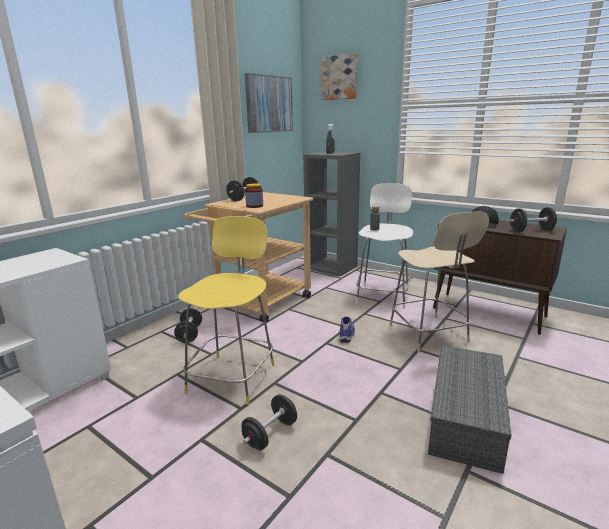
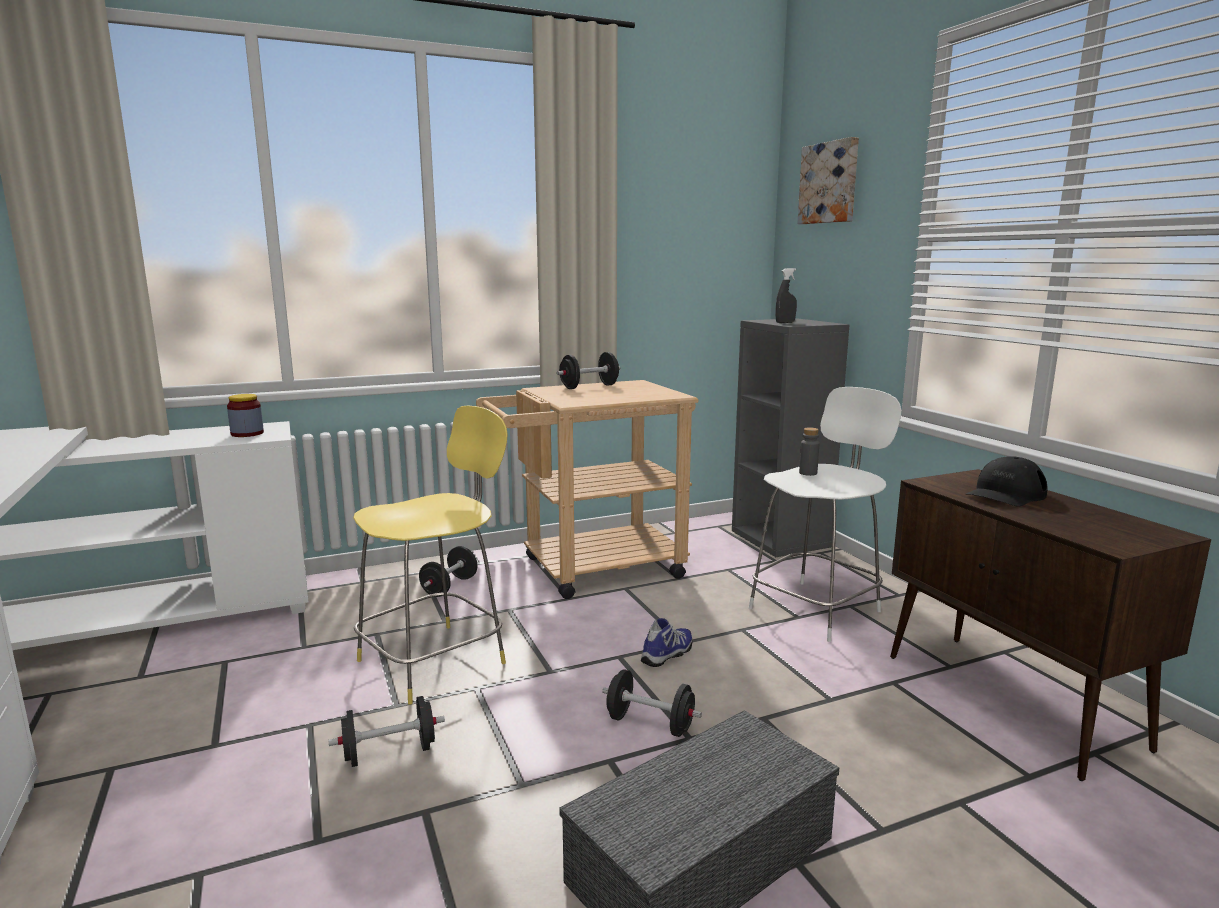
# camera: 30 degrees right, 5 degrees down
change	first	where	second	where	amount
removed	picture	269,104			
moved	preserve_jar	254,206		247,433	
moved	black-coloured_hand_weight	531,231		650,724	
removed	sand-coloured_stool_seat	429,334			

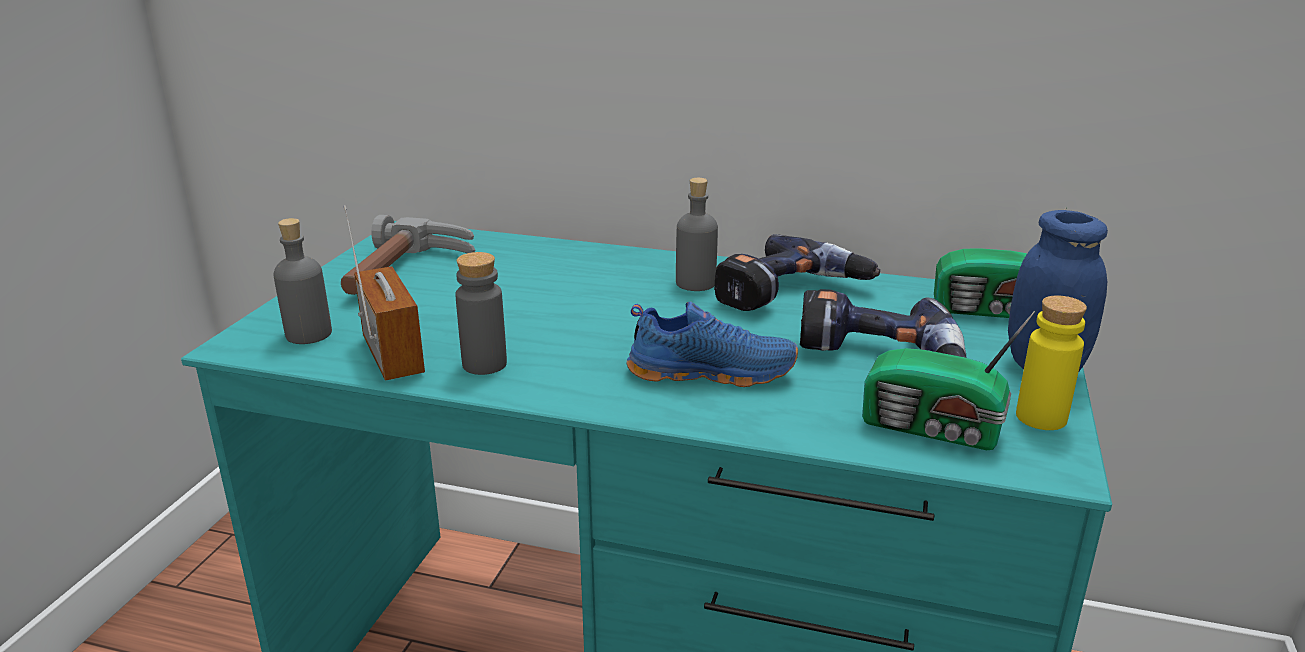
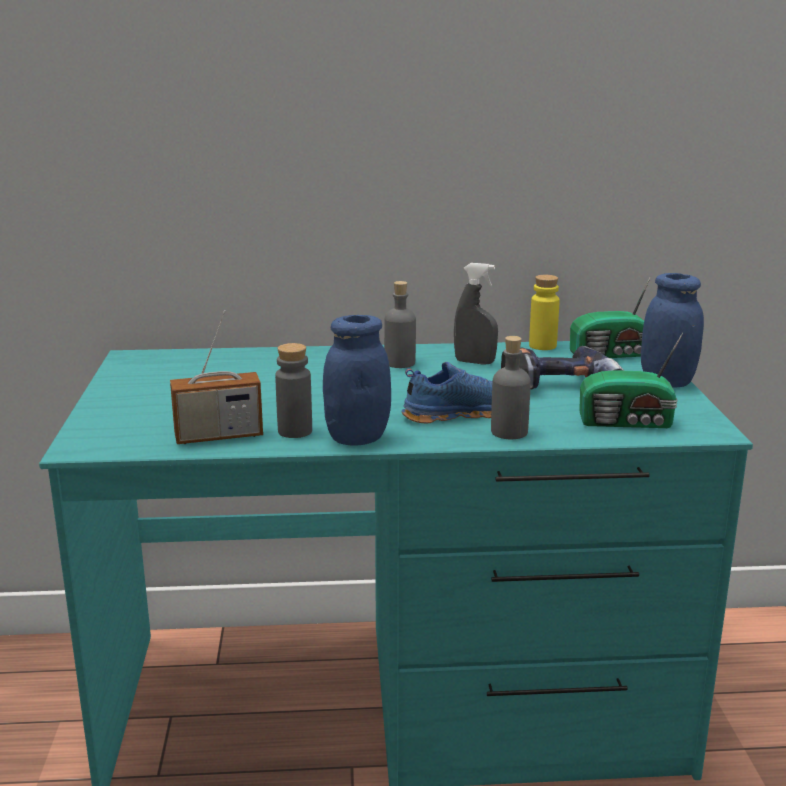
# camera: 20 degrees left, 5 degrees down
change	first	where	second	where	amount
turned	radio_set	393,356		218,436	120 degrees clockwise
removed	hammer	405,273			
moved	grey_drink_bottle	308,334		509,432	
replaced	drill	792,295	grey_hand_sprayer	474,362	
moved	yellow_drink_bottle	1041,417		542,346	
added			blue_preserve_jar	357,438	

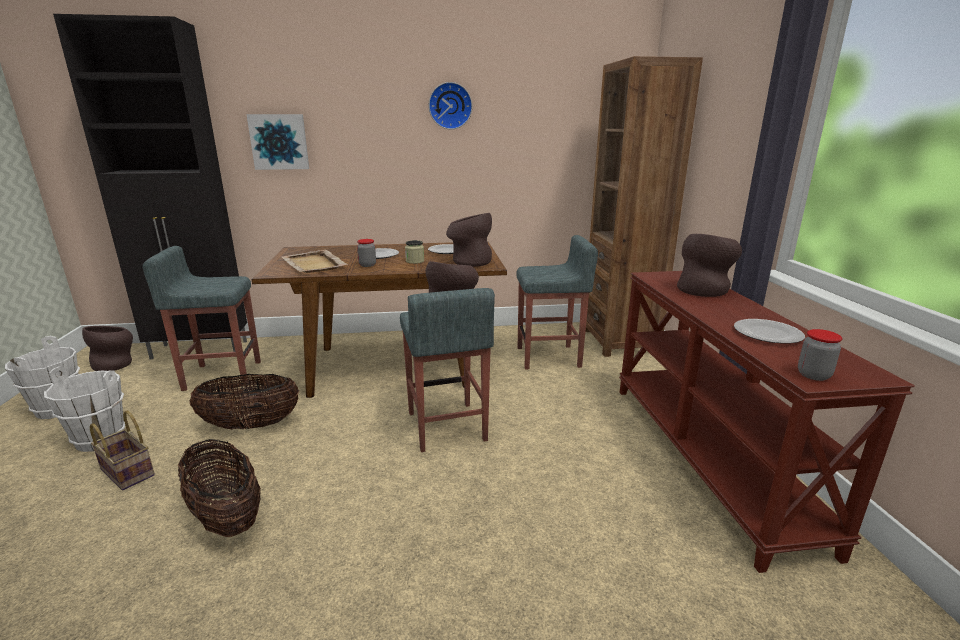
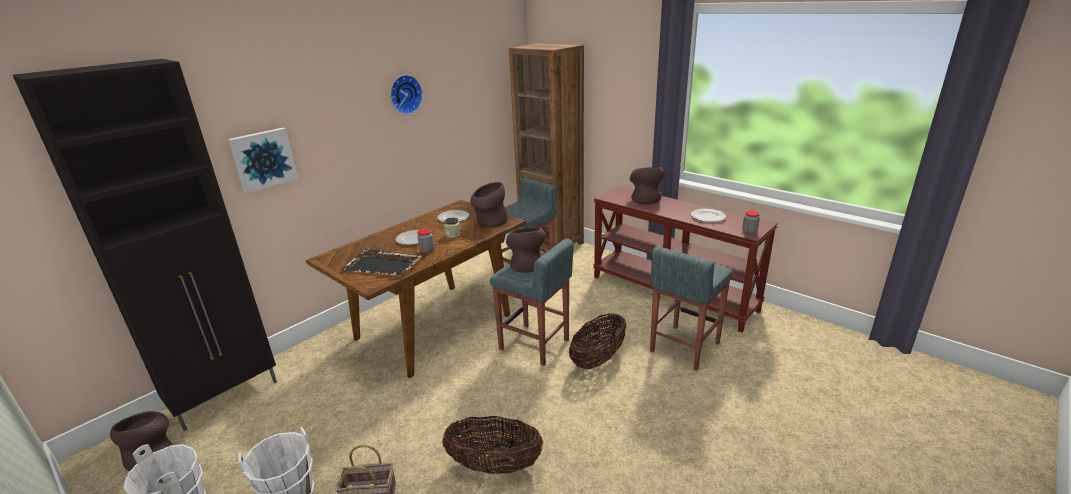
# camera: 40 degrees left, 5 degrees up
change	first	where	second	where	amount
moved	grey_stool_seat	221,375		684,347	
recoloured	sand-coloured_serving_tray	314,264	black-coloured_serving_tray	383,265	
moved	household_basket	251,425		598,359	

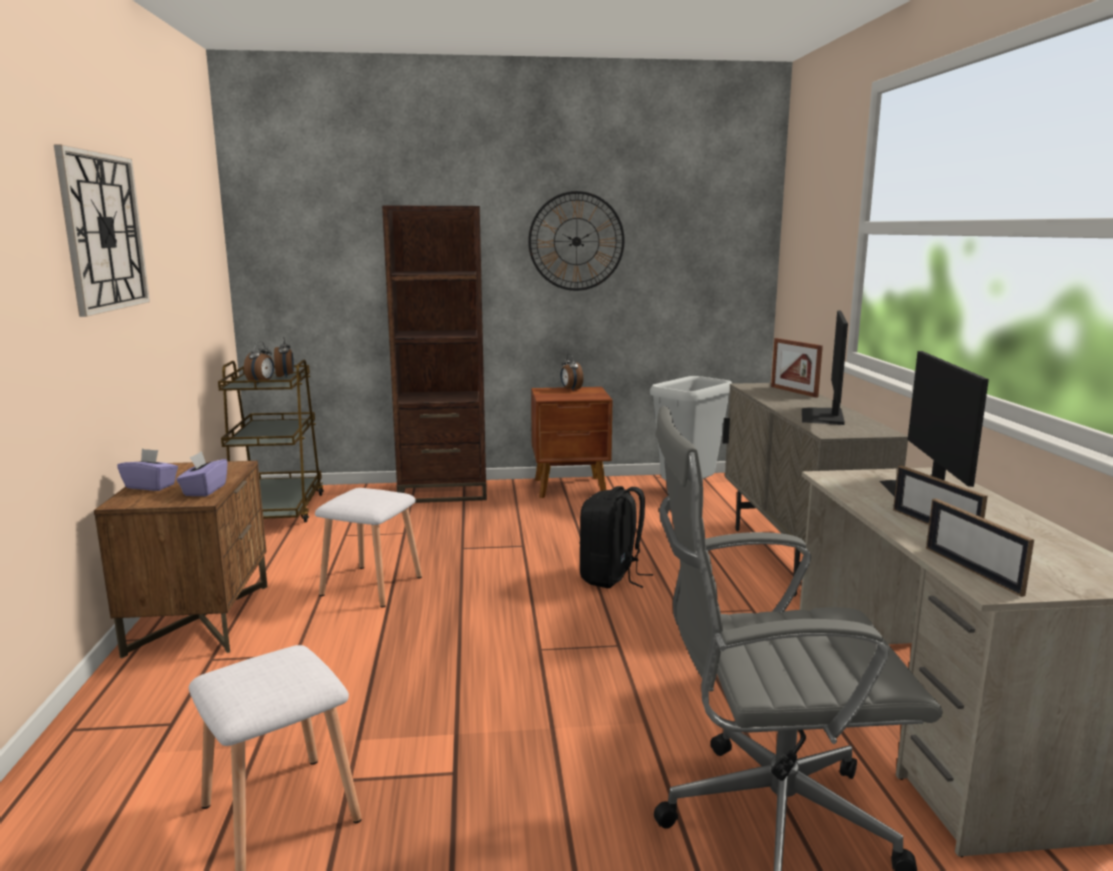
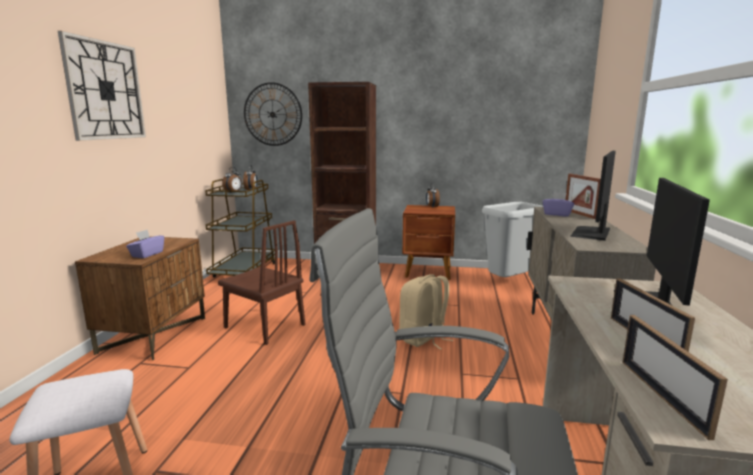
# camera: 15 degrees right, 0 degrees up
change	first	where	second	where	amount
moved	hanging_clock	576,241		272,114	
moved	purplish_box_of_tissues	151,486		557,214	
recoloured	black-coloured_backpack	611,577	sand-coloured_backpack	423,339	
replaced	white_stool_seat	371,586	brown-coloured_chair	264,326	

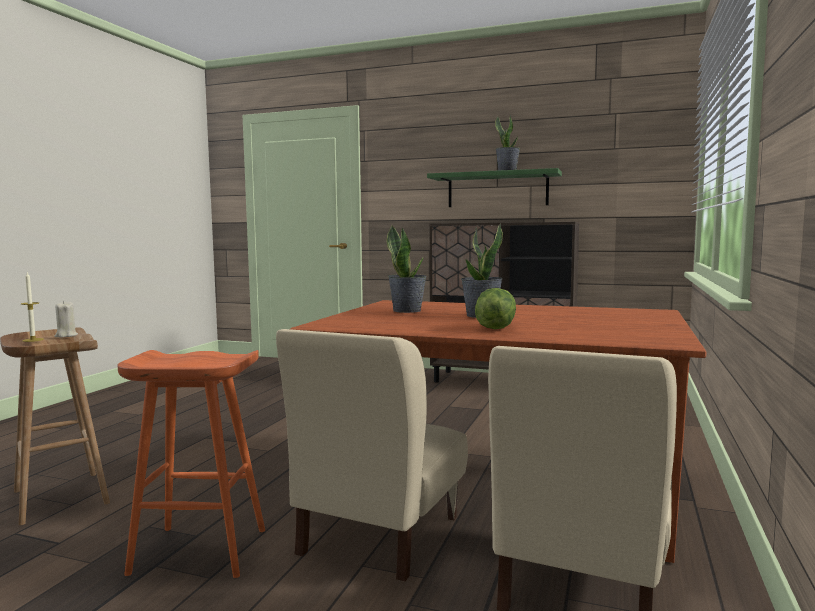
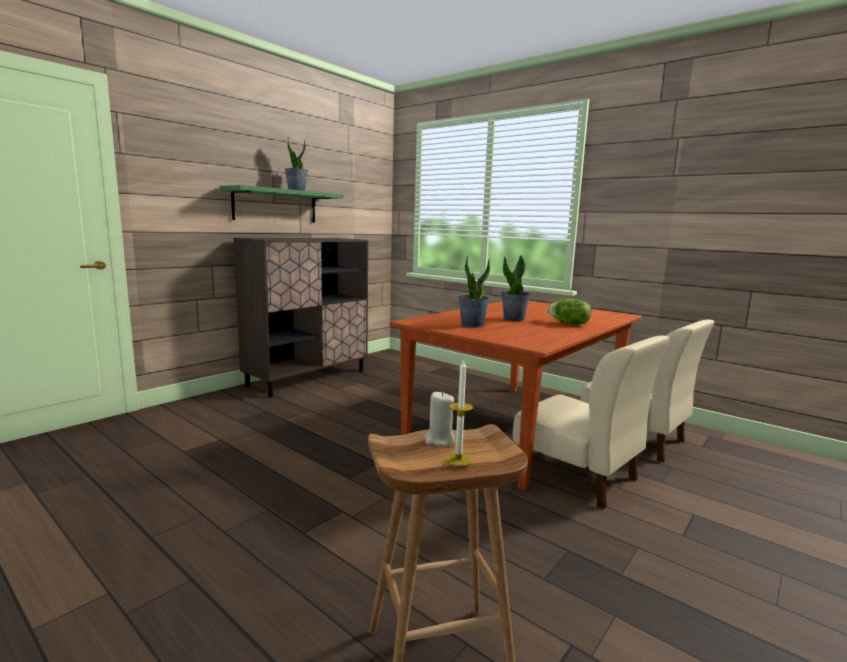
# camera: 70 degrees left, 5 degrees up
change	first	where	second	where	amount
removed	orangey_stool_seat	197,552			

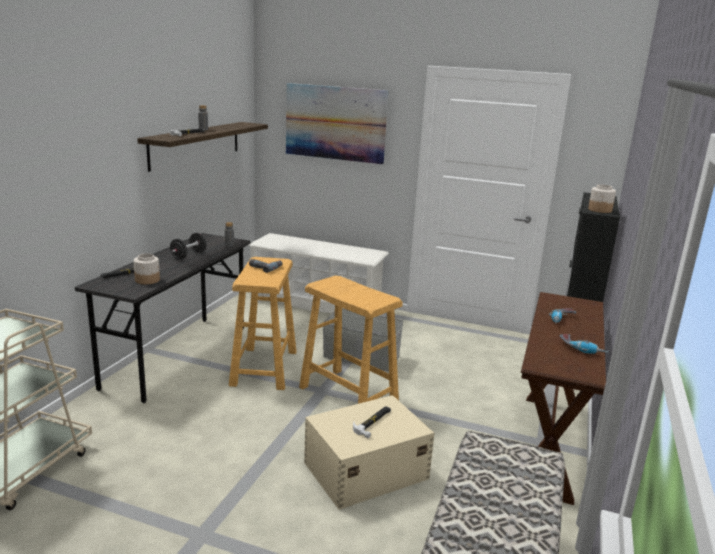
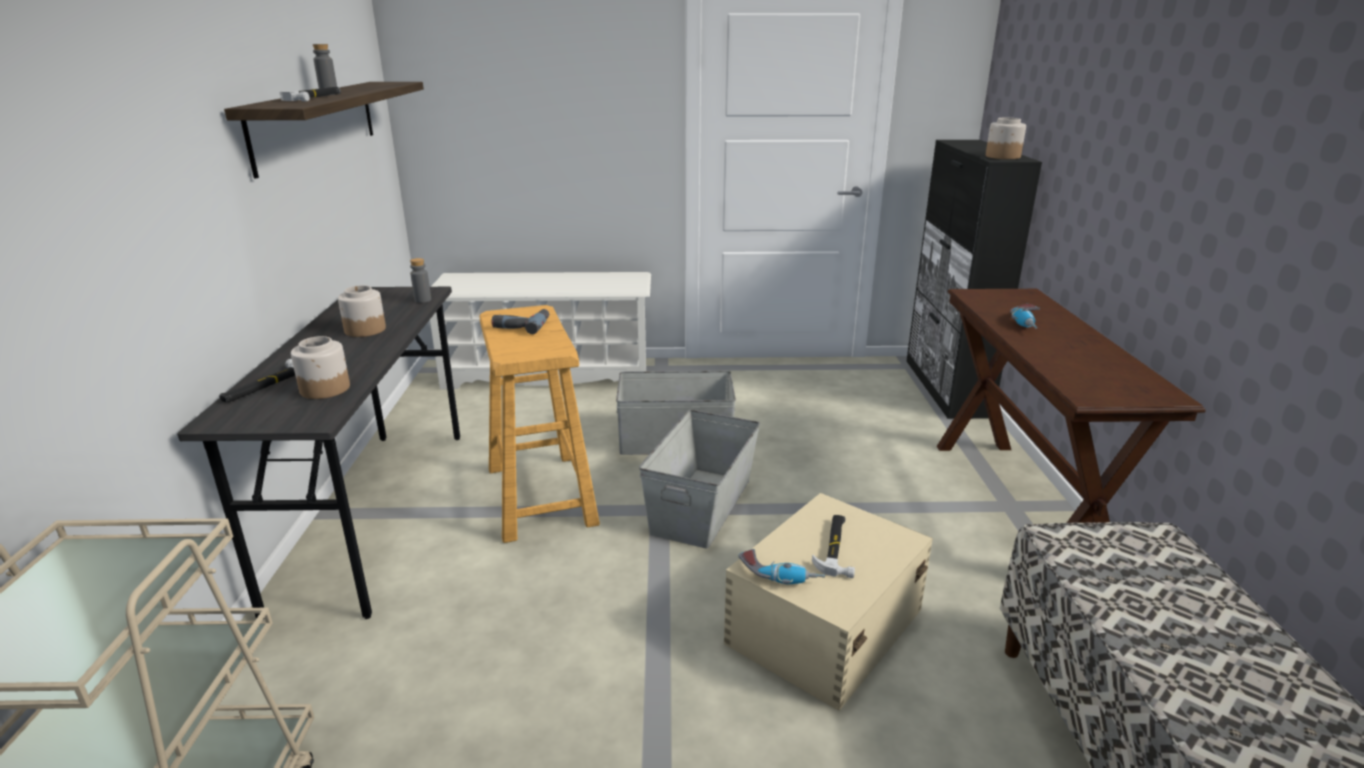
# camera: 20 degrees left, 5 degrees up
change	first	where	second	where	amount
removed	picture	335,123			
replaced	black-coloured_hand_weight	188,256	preserve_jar	365,330	
replaced	sand-coloured_stool_seat	348,394	grey_storage_container	702,505	
moved	drill	582,349		780,575	

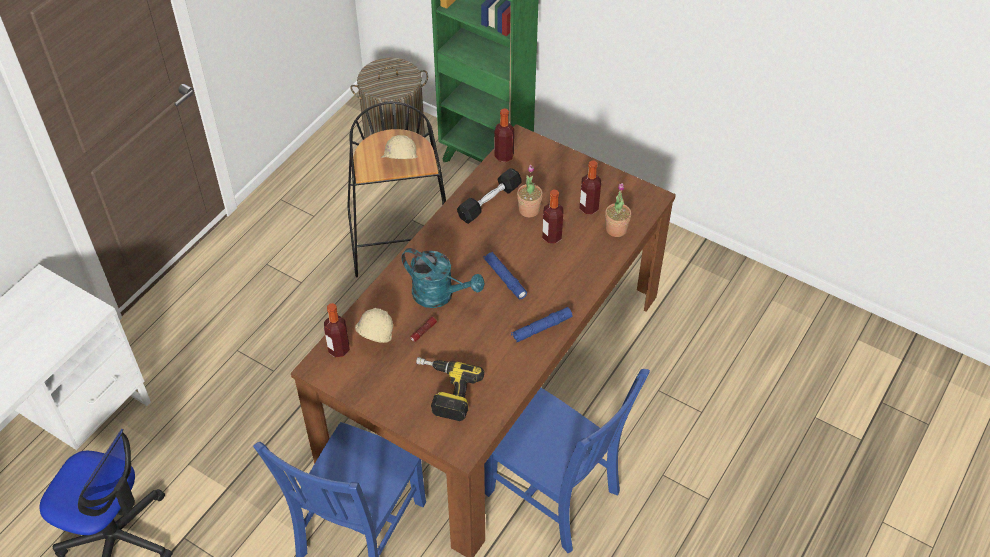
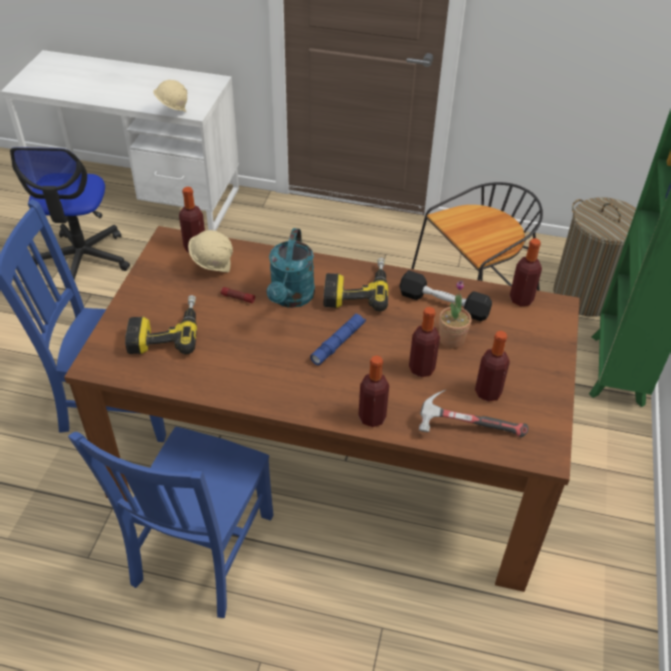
# camera: 70 degrees right, 5 degrees down
change	first	where	second	where	amount
moved	sand-coloured_safety_helmet	399,166		172,113	
replaced	potted_plant	616,229	hammer	468,427	
removed	blue_hand_torch	541,328			
added			drill	356,290	
added			drink_bottle	372,417	

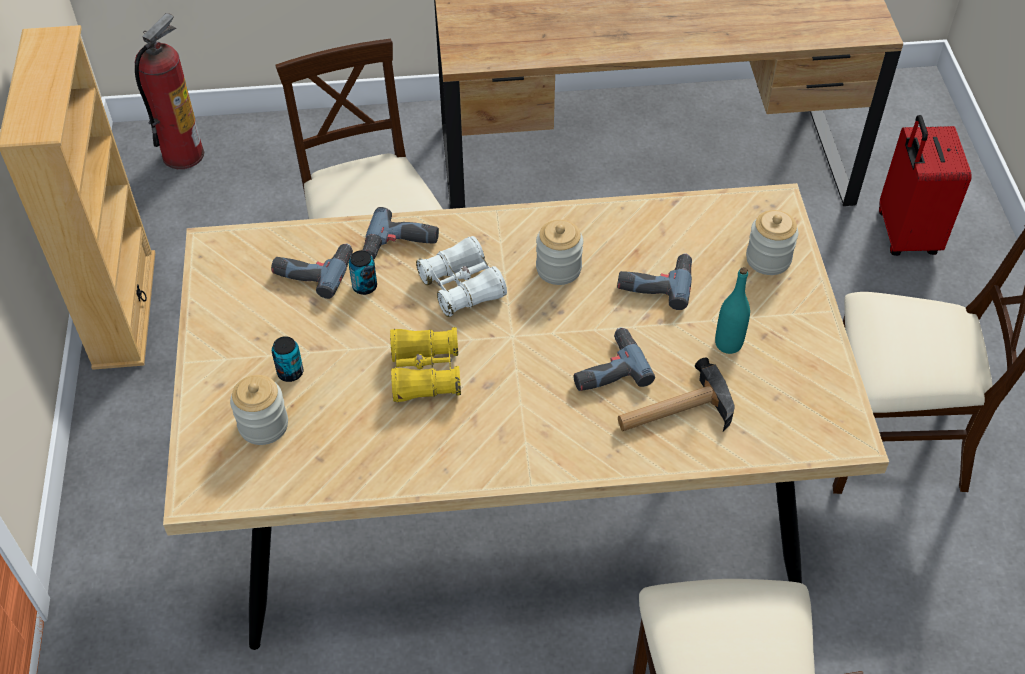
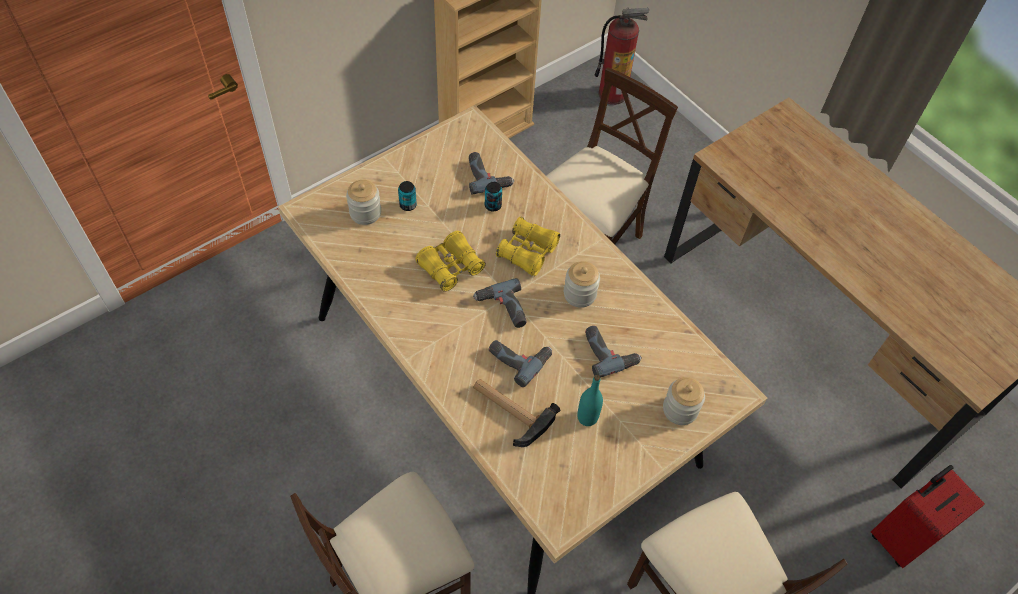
# camera: 55 degrees right, 5 degrees up
change	first	where	second	where	amount
moved	drill	400,245		502,309	
recoloured	white_field_glasses	462,287	yellow_field_glasses	527,252	

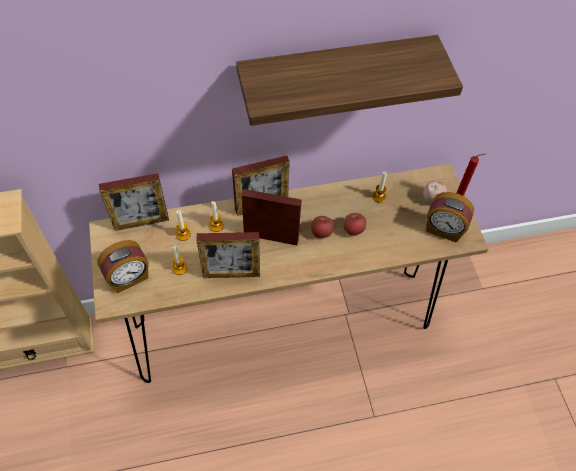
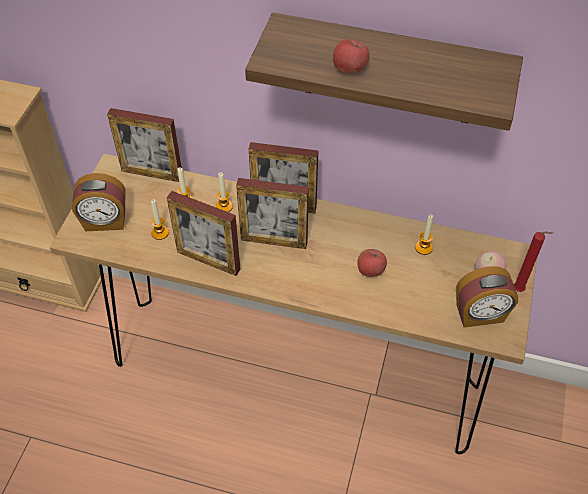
# camera: 30 degrees right, 5 degrees down
change	first	where	second	where	amount
turned	photo_frame	271,237		274,241	150 degrees clockwise
turned	table_clock	443,229		480,314	60 degrees counterclockwise
moved	apple_fruit	321,233		349,69	

